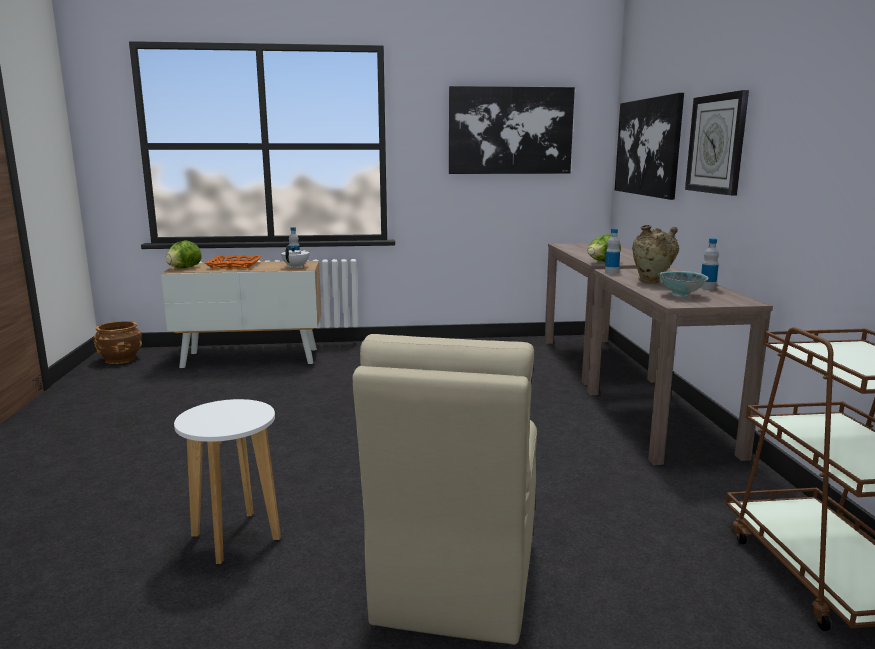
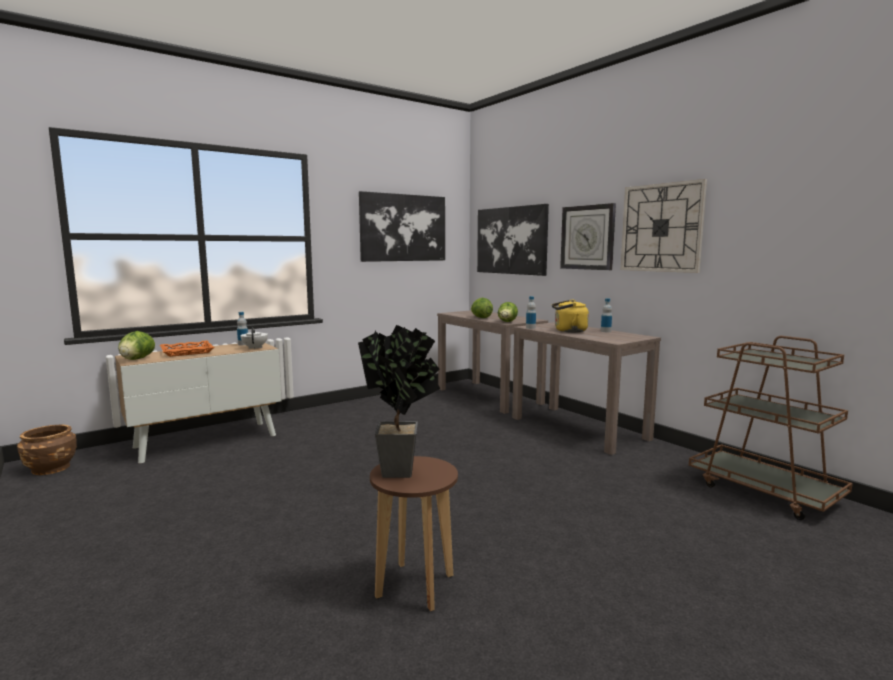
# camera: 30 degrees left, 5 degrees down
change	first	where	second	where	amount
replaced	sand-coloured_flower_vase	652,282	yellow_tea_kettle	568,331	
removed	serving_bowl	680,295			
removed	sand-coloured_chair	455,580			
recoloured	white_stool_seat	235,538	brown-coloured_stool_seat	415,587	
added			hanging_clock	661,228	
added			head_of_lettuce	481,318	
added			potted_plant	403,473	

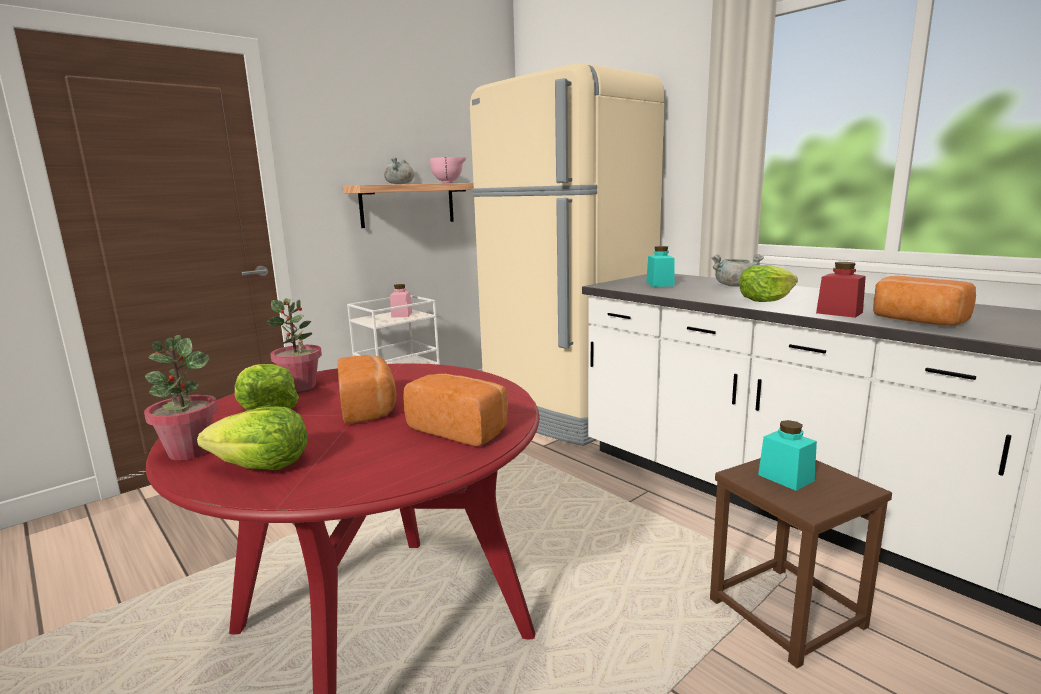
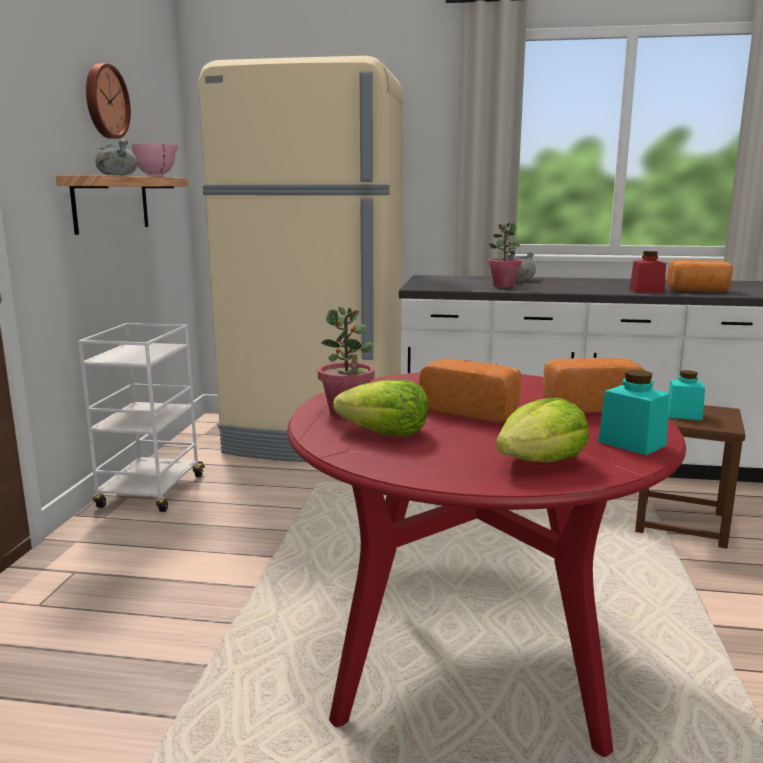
# camera: 40 degrees left, 0 degrees up
change	first	where	second	where	amount
moved	blue-green_preserve_jar	660,284		632,443	
removed	head_of_lettuce	765,300			
removed	pinkish_preserve_jar	402,315			
moved	potted_plant	189,451		503,286	
added			hanging_clock	105,101	

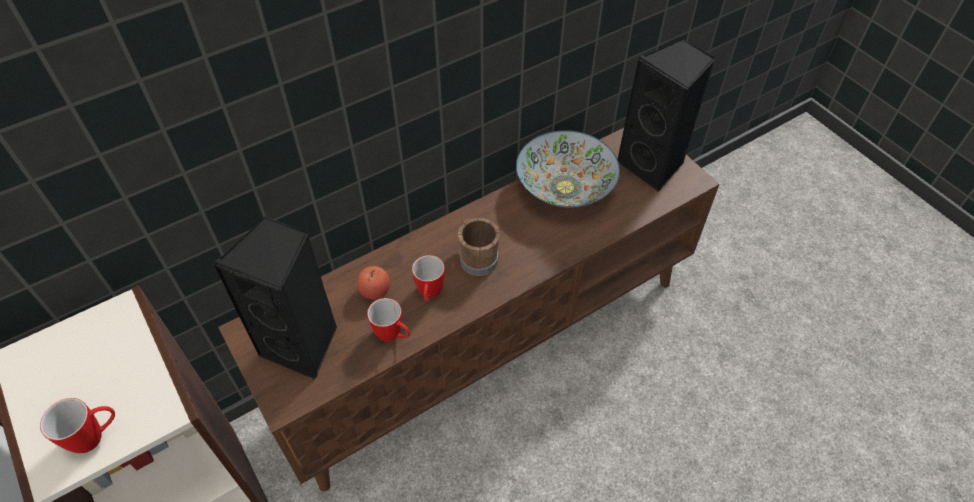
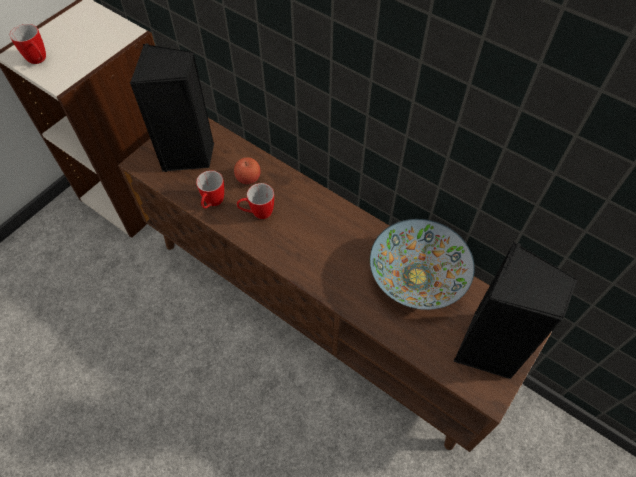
# camera: 70 degrees right, 5 degrees up
change	first	where	second	where	amount
removed	brown-coloured_mug	477,257			

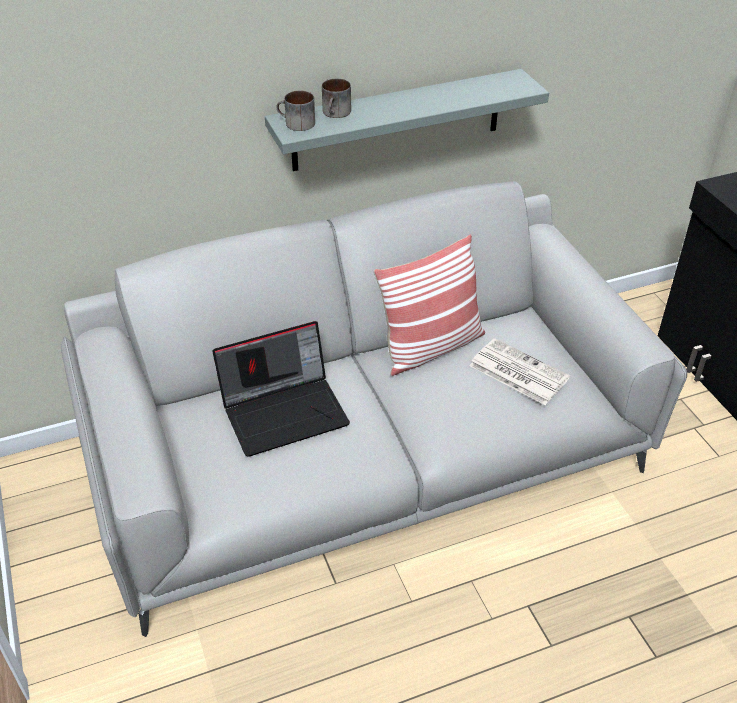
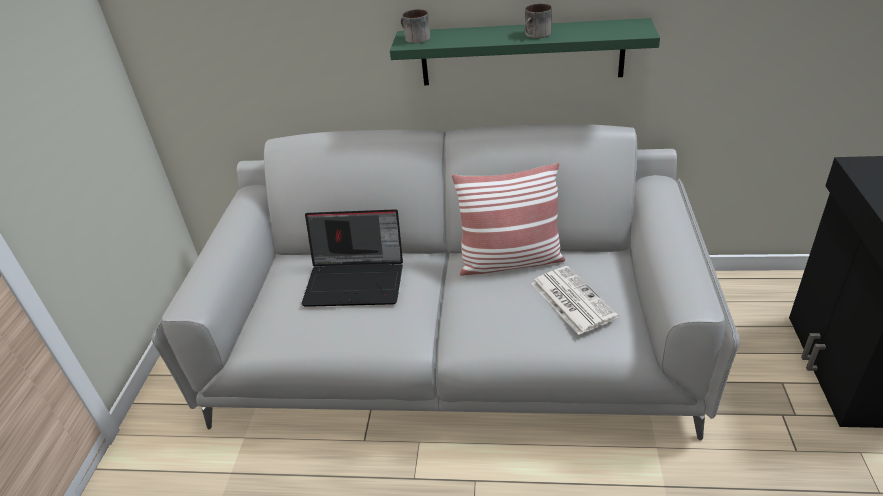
# camera: 30 degrees right, 5 degrees down
change	first	where	second	where	amount
recoloured	grey_shelf	397,120	green_shelf	521,53	
moved	mug	336,113		537,35	

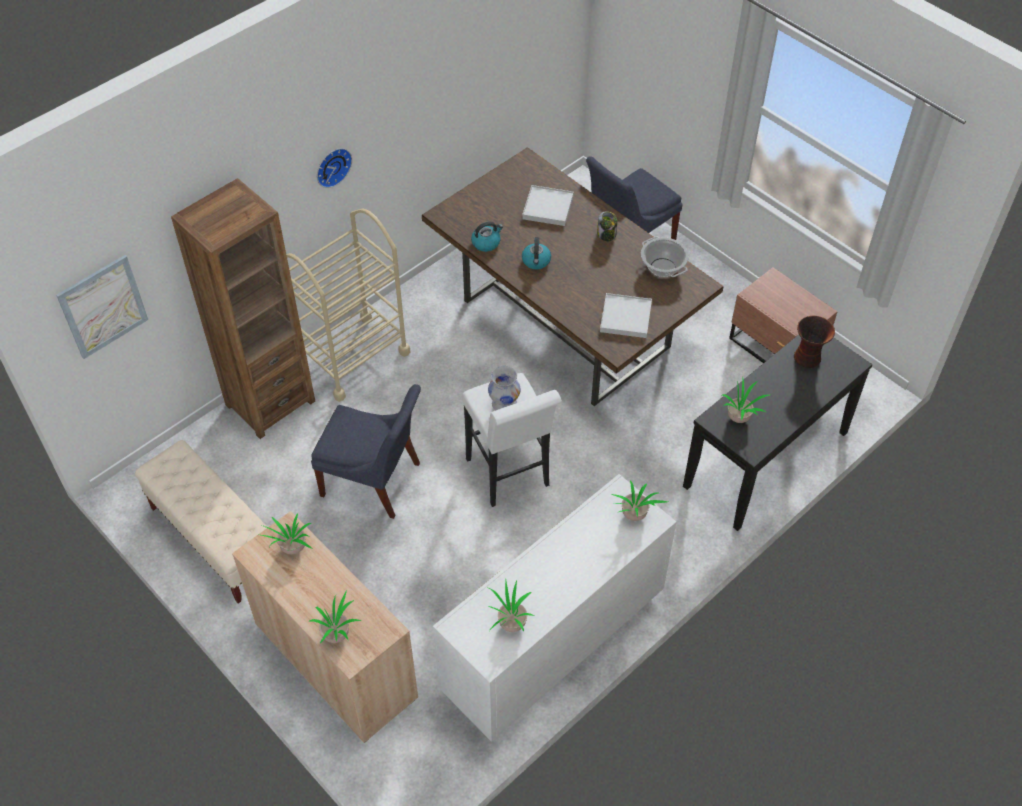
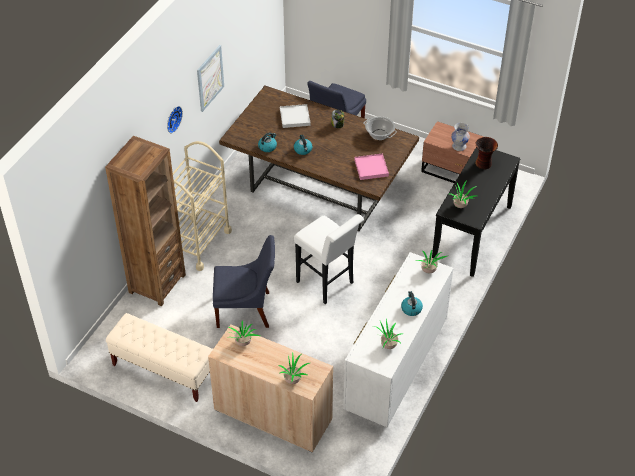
# camera: 20 degrees left, 5 degrees down
change	first	where	second	where	amount
moved	picture	103,306		210,78	
recoloured	white_serving_tray	626,317	pinkish_serving_tray	371,168	
moved	white_flower_vase	504,404		459,146	
added			tea_kettle	411,309	

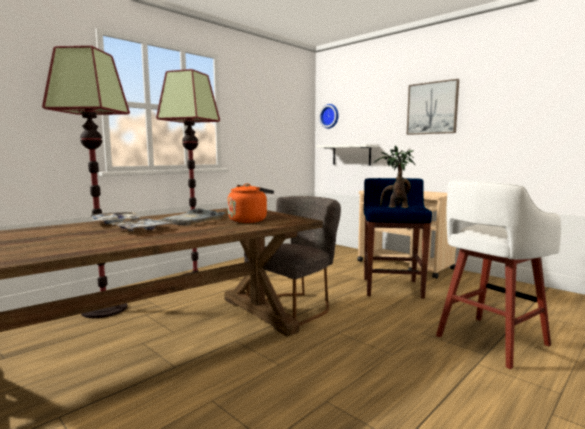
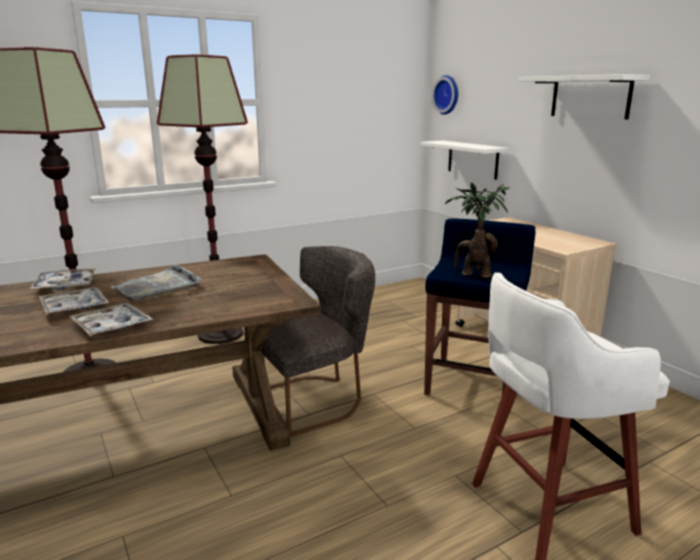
# camera: 15 degrees right, 10 degrees up
change	first	where	second	where	amount
replaced	picture	432,108	white_shelf	590,97	
removed	orangey_tea_kettle	249,220			
added			serving_tray	112,326	

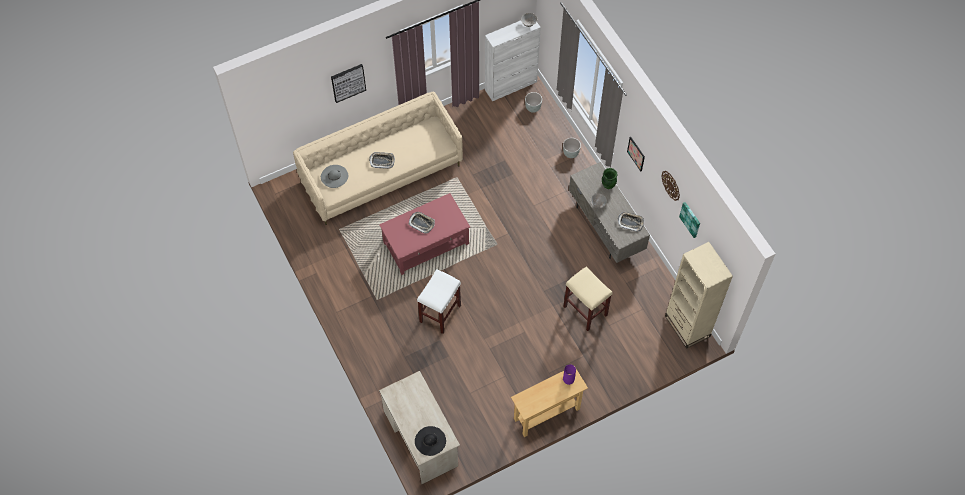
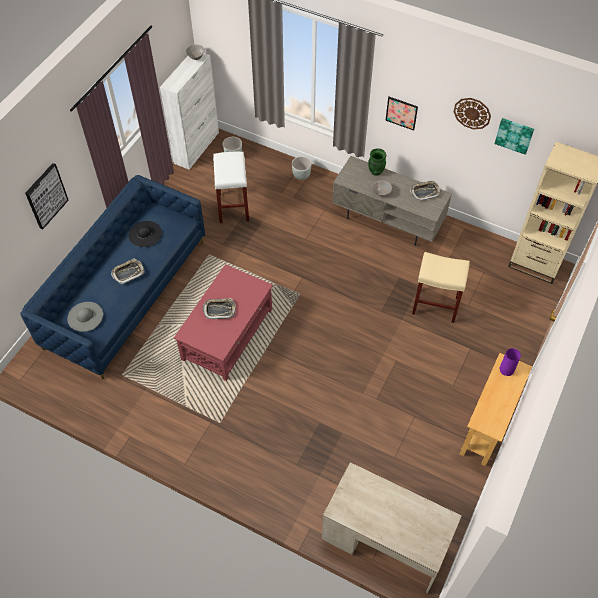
# camera: 35 degrees left, 5 degrees down
change	first	where	second	where	amount
recoloured	sand-coloured_sofa	381,172	blue_sofa	126,293	
moved	white_stool_seat	440,314		233,207	
moved	black-coloured_hat	430,441		145,234	

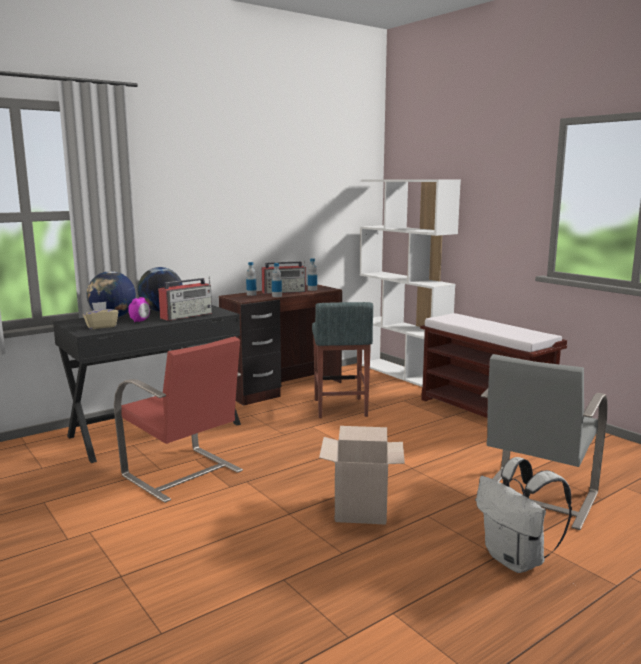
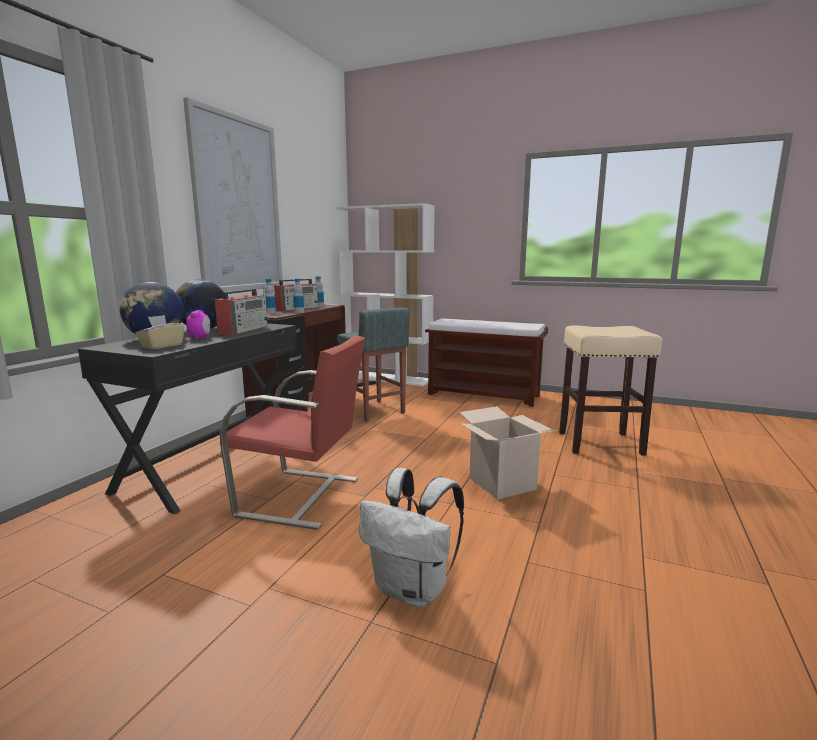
# camera: 30 degrees left, 0 degrees up
change	first	where	second	where	amount
replaced	grey_chair	535,497	sand-coloured_stool_seat	599,443	
moved	white_backpack	517,560		413,589	
added			picture	238,205	

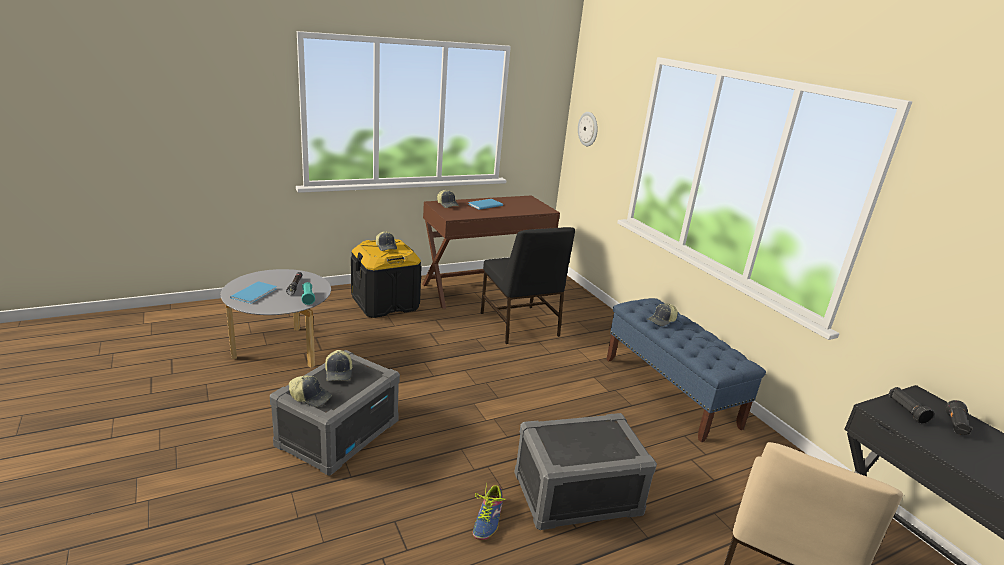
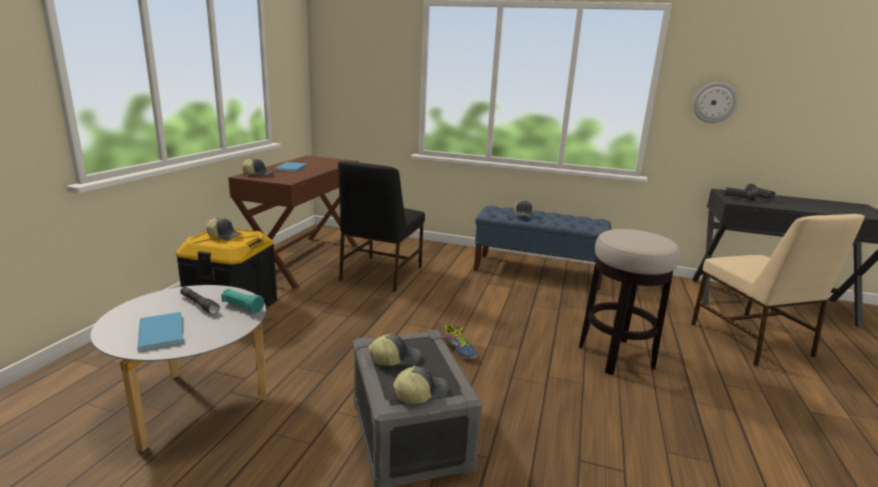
# camera: 45 degrees left, 5 degrees down
change	first	where	second	where	amount
moved	hanging_clock	588,129		714,102	
turned	black-coloured_chair	519,325		380,274	90 degrees clockwise
turned	peaked_cap	339,372		395,358	45 degrees counterclockwise
replaced	grey_storage_container	577,495	stool_seat	616,356	
moved	low_shoe	488,519		459,349	

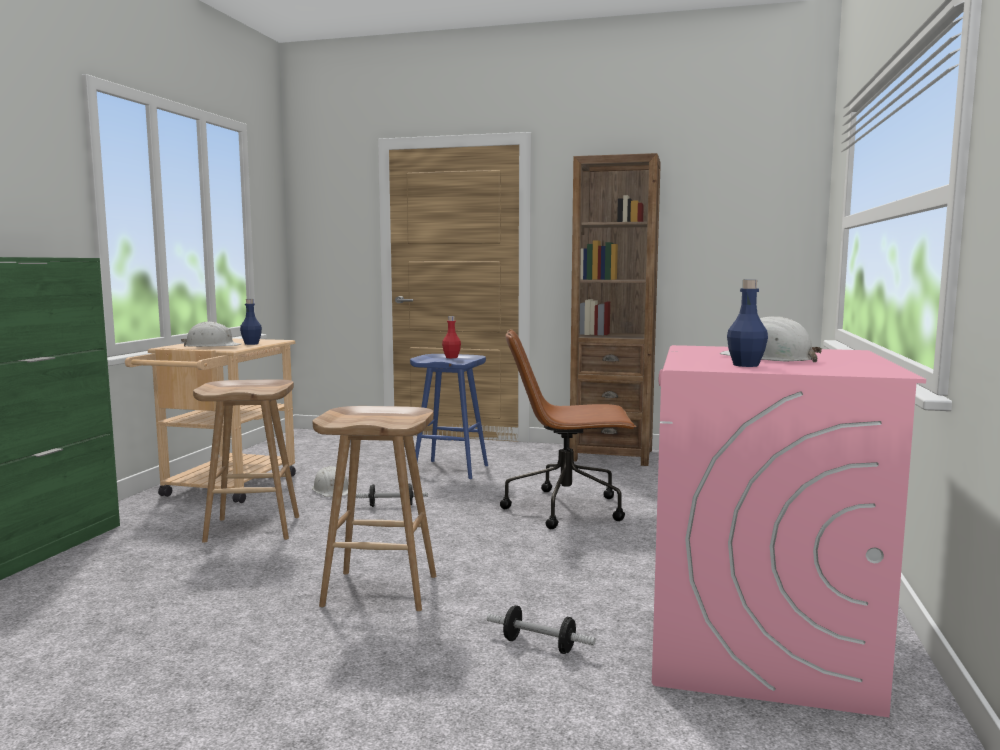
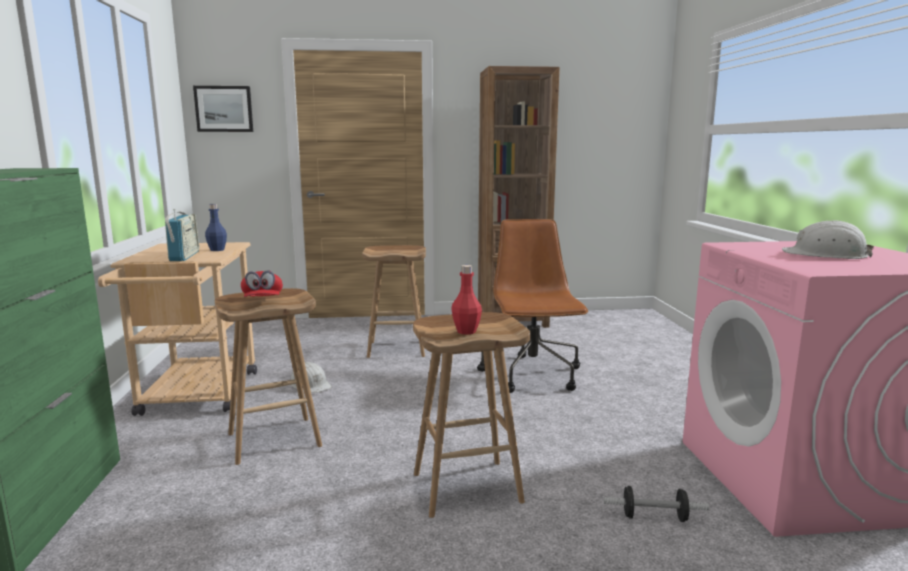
# camera: 20 degrees left, 5 degrees up
change	first	where	second	where	amount
removed	blue_drink_bottle	745,365			
moved	red_drink_bottle	451,357		466,331	
replaced	white_safety_helmet	212,346	radio_set	184,256	
turned	brown-coloured_computer_chair	567,508		532,375	105 degrees clockwise
recoloured	blue_stool_seat	451,469	brown-coloured_stool_seat	397,349	
removed	hand_weight	391,505			
added			picture	224,109	
added			red_peaked_cap	263,301	

